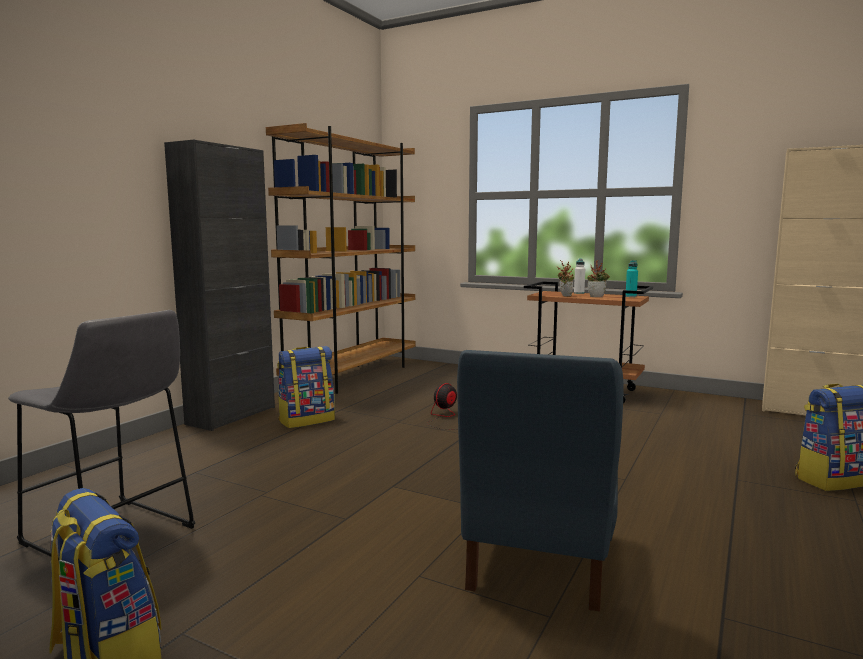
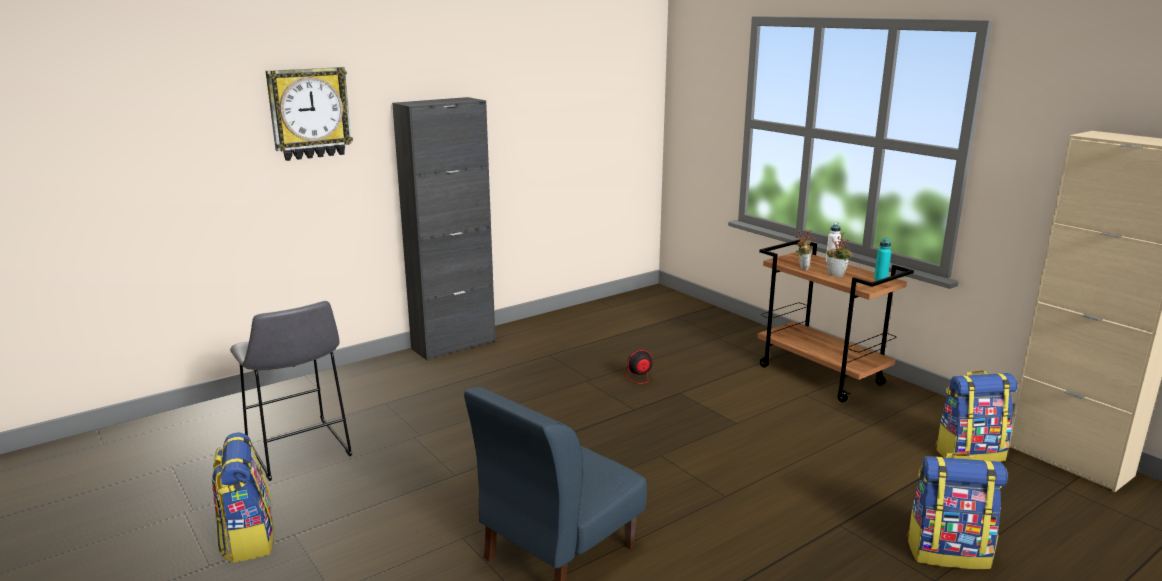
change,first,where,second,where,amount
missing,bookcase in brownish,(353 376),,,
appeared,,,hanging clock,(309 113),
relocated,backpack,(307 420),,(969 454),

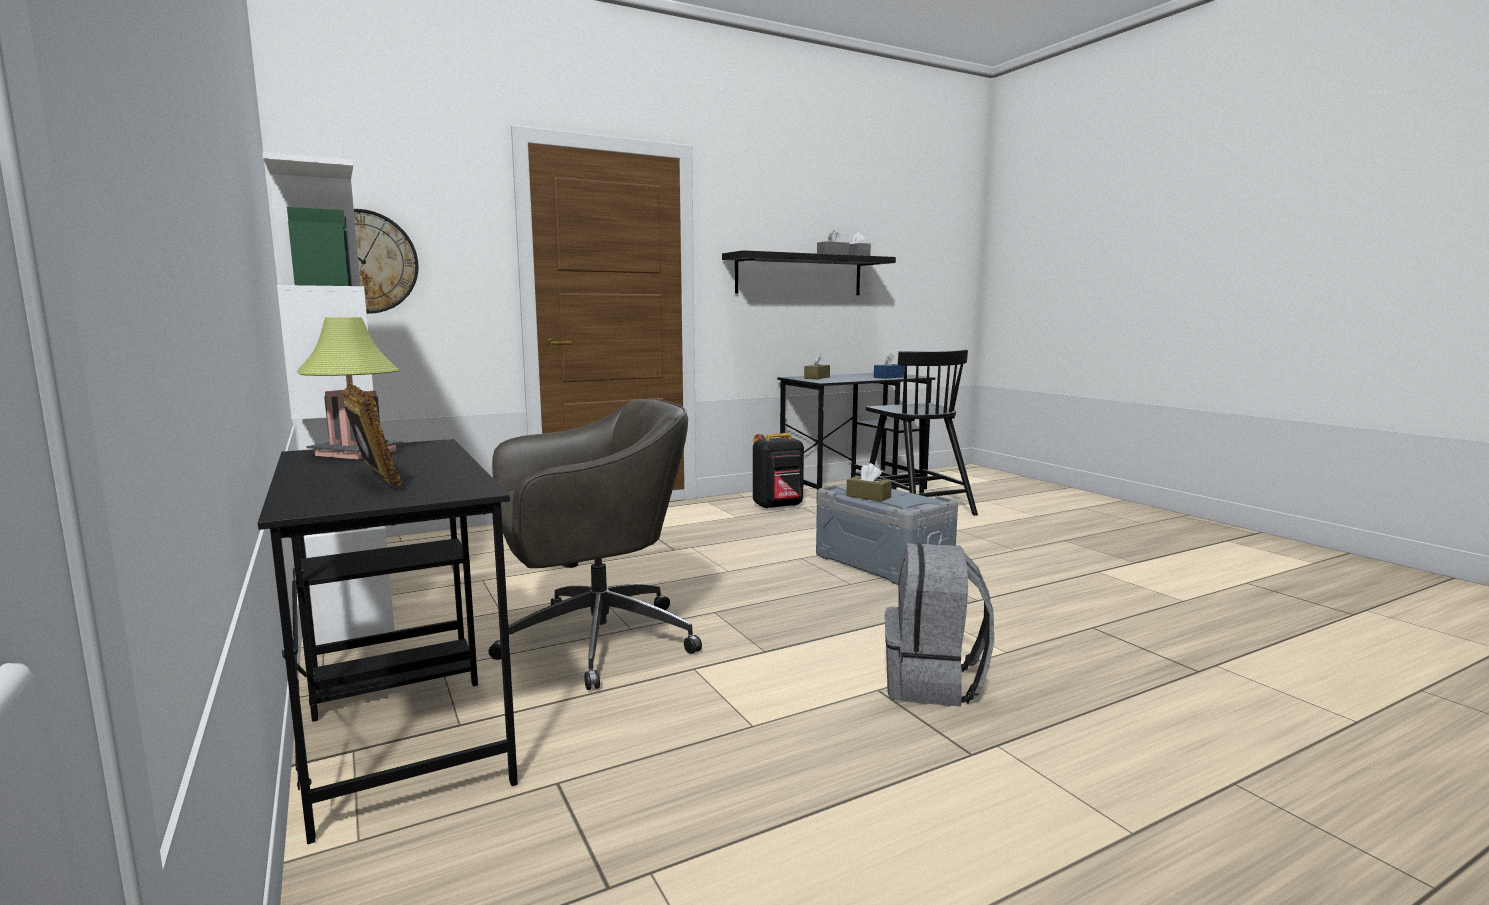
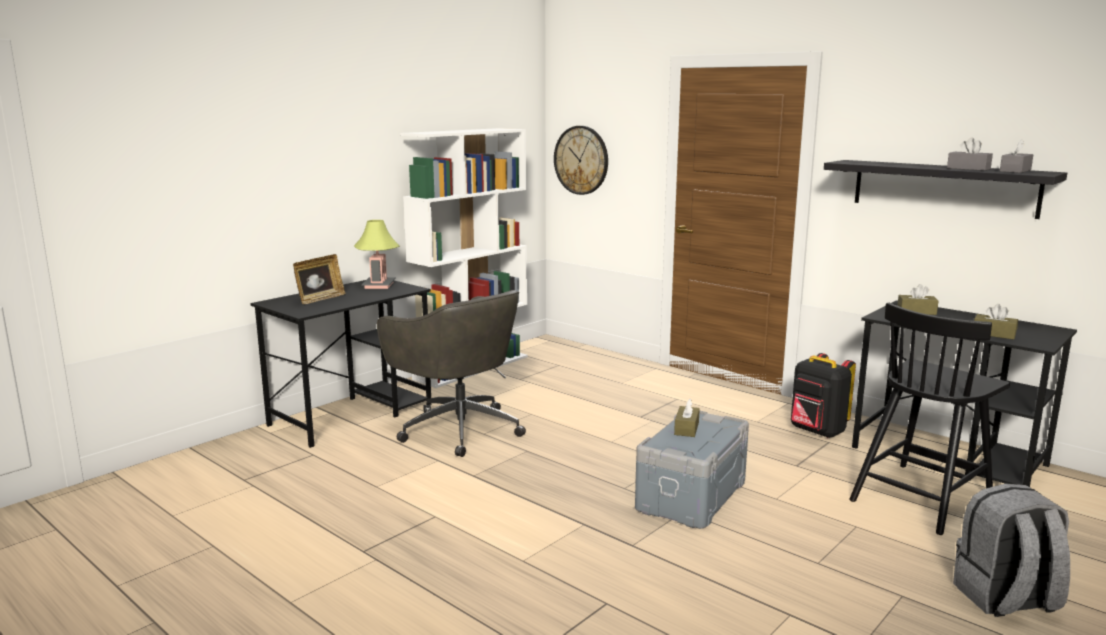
change,first,where,second,where,amount
relocated,backpack in greyish,(933 683),,(1005 599),
colour,tissue box in blue,(888 377),tissue box in brownish,(994 334),

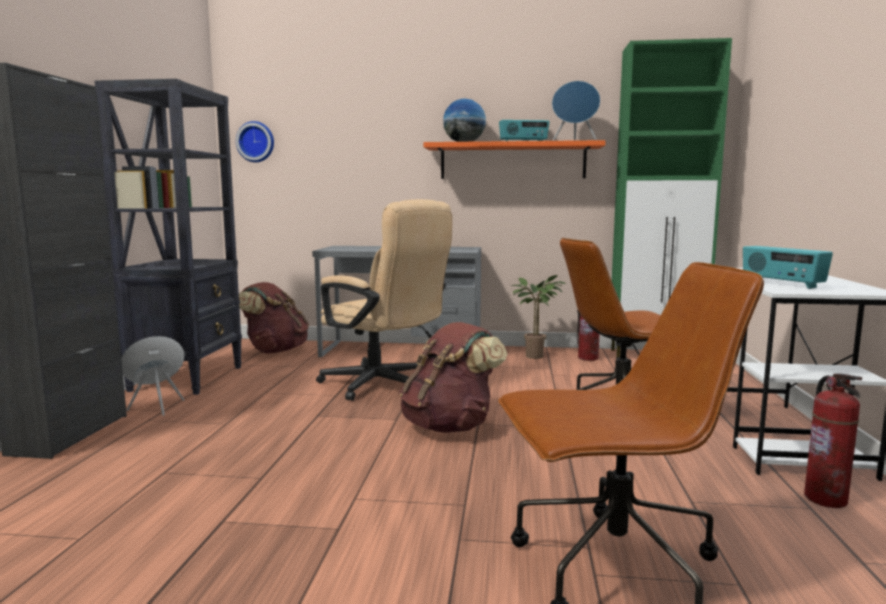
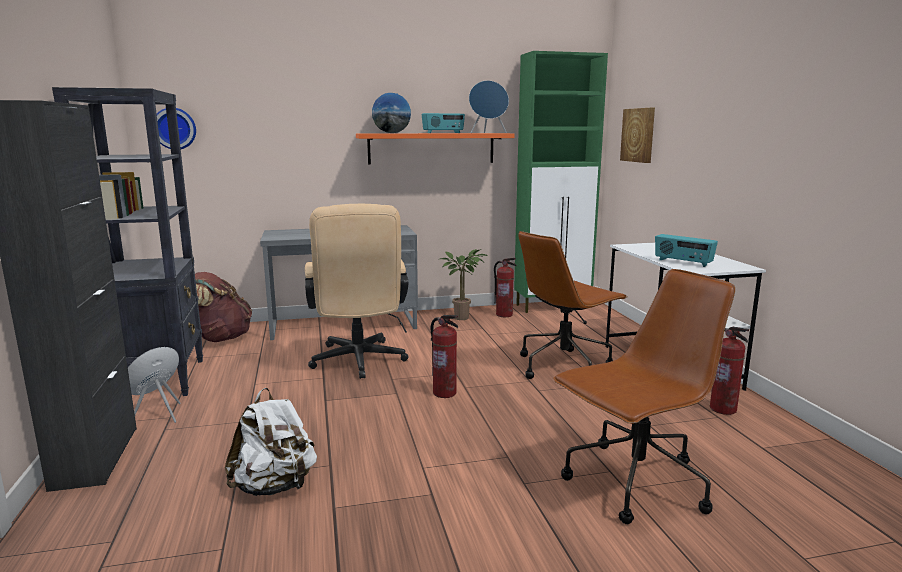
change,first,where,second,where,amount
appeared,,,backpack in whitish,(275 486),
appeared,,,wall art,(638 135),
exchanged,backpack in brownish,(450 426),fire extinguisher,(445 393),
spun,desk chair in sand-coloured,(384 386),,(358 362),60 degrees clockwise

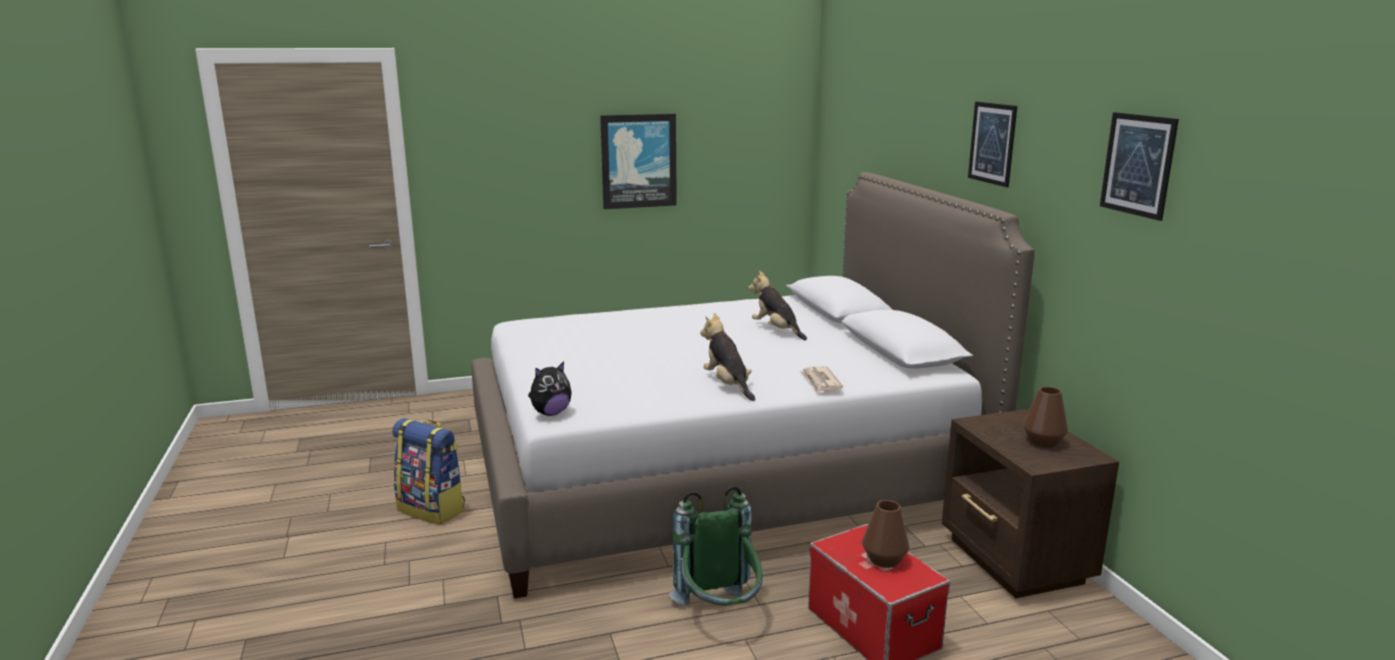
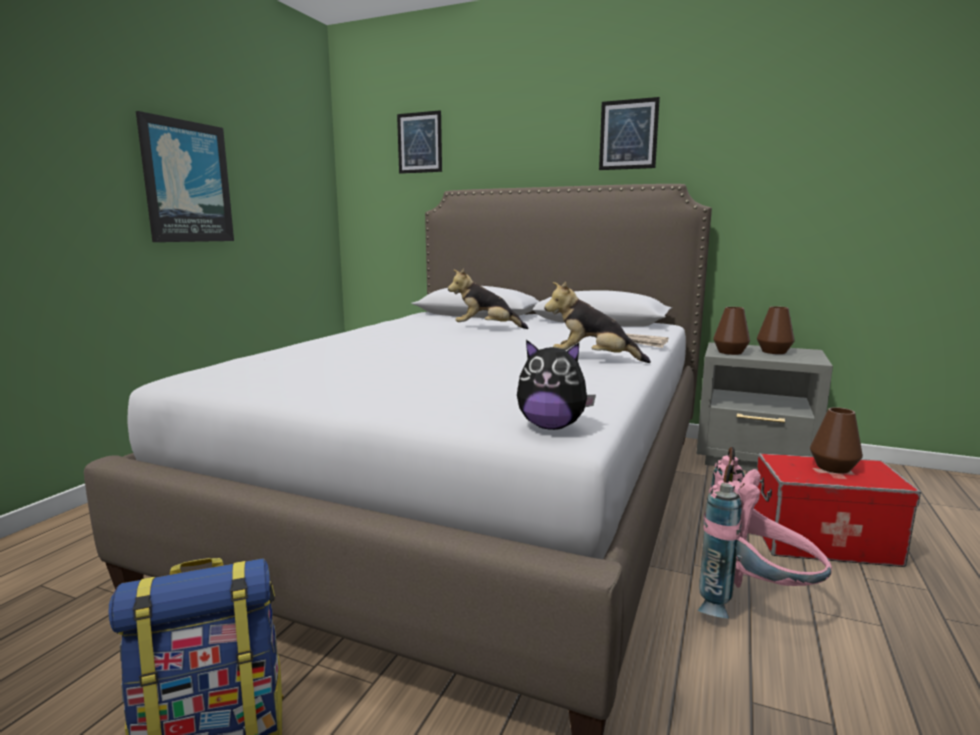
change,first,where,second,where,amount
appeared,,,flower vase in brownish,(730 352),
relocated,wall art,(1138 165),,(419 142),
colour,backpack in green,(720 614),backpack in pink-coloured,(753 605),
colour,nightstand in brownish,(1015 562),nightstand in greyish,(755 460),
spun,soft toy,(550 413),,(551 426),105 degrees clockwise

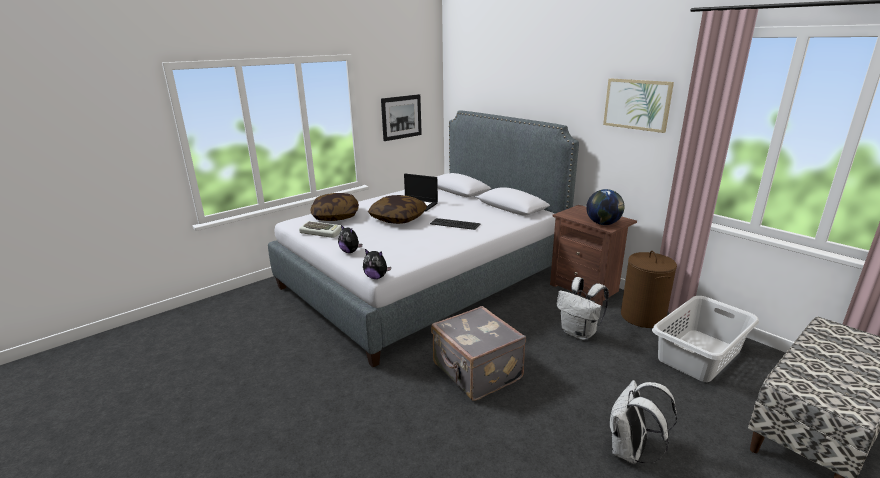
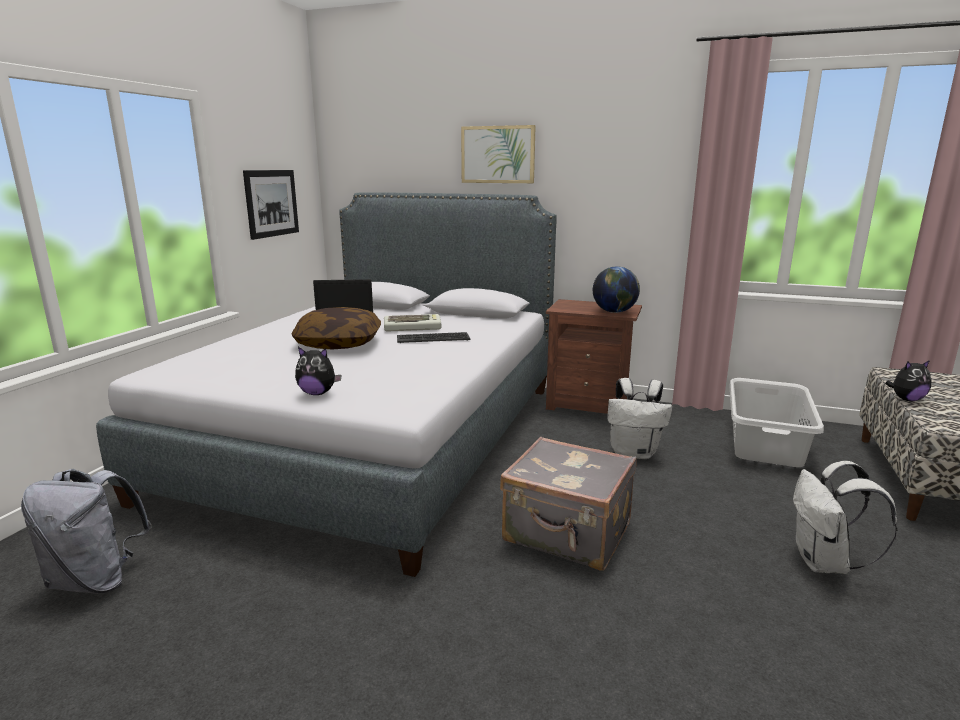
change,first,where,second,where,amount
missing,pillow,(336 216),,,
missing,laundry basket in brownish,(643 317),,,
appeared,,,backpack in greyish,(97 579),
relocated,keyboard,(322 232),,(413 327),
relocated,soft toy,(376 277),,(906 399),
relocated,wall art,(637 104),,(498 154),

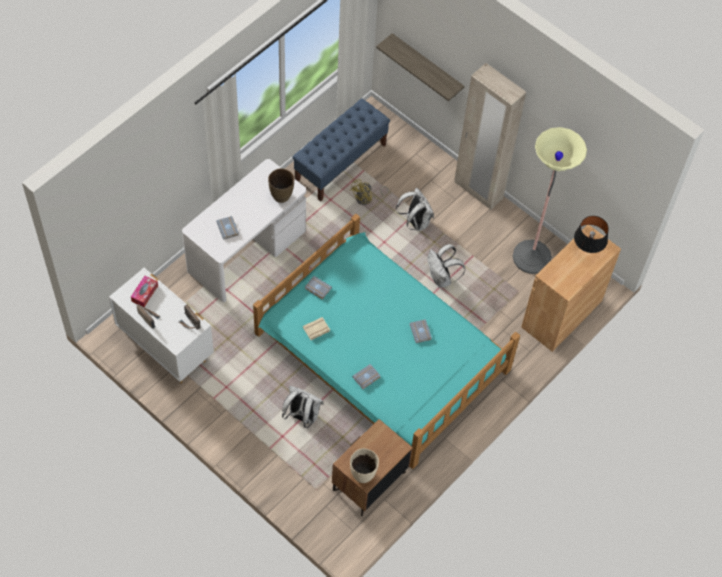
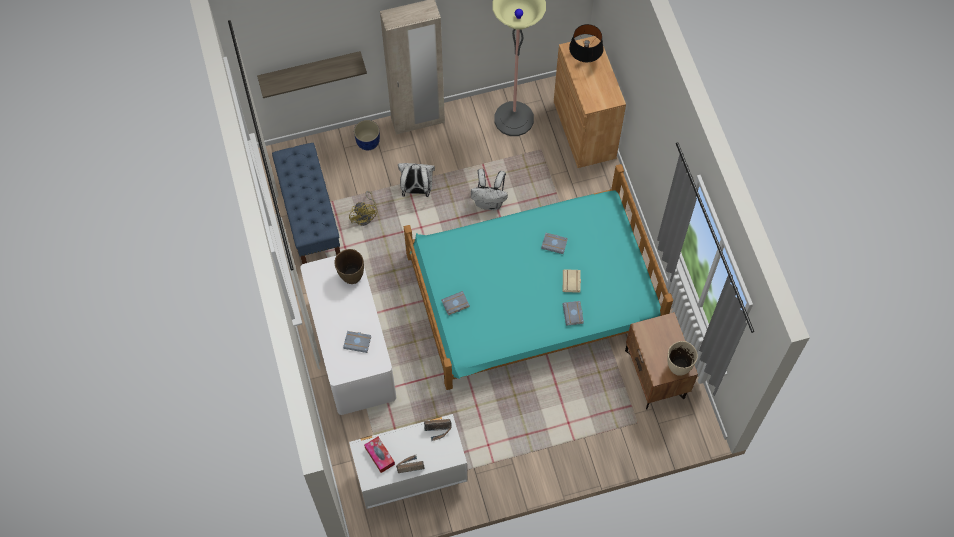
change,first,where,second,where,amount
missing,backpack in whitish,(302 416),,,
appeared,,,planter in blue,(368 141),
relocated,book in sand-coloured,(316 330),,(572 282),

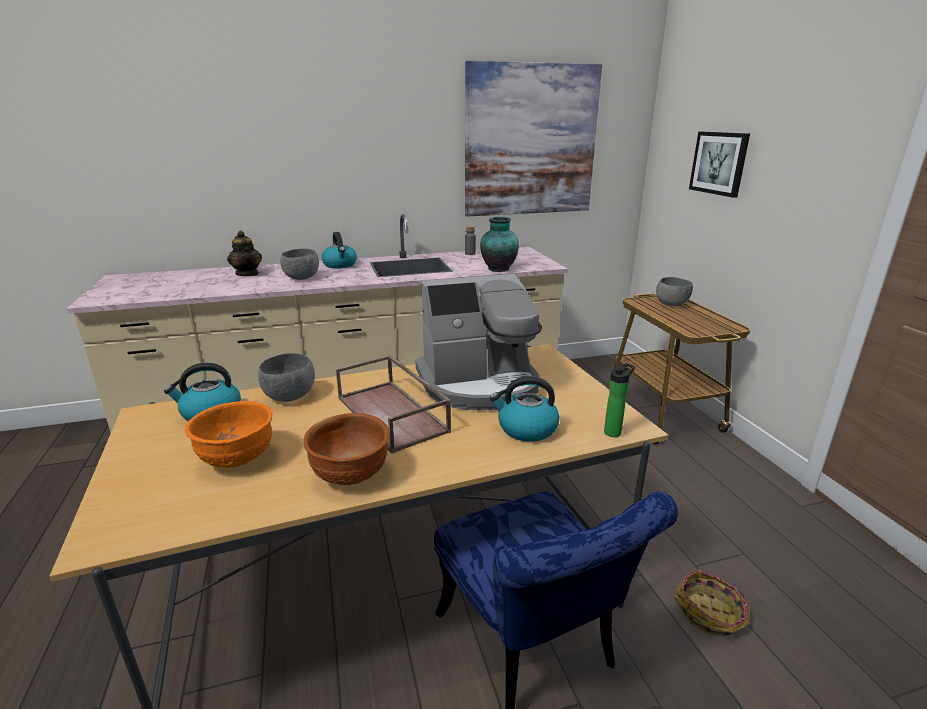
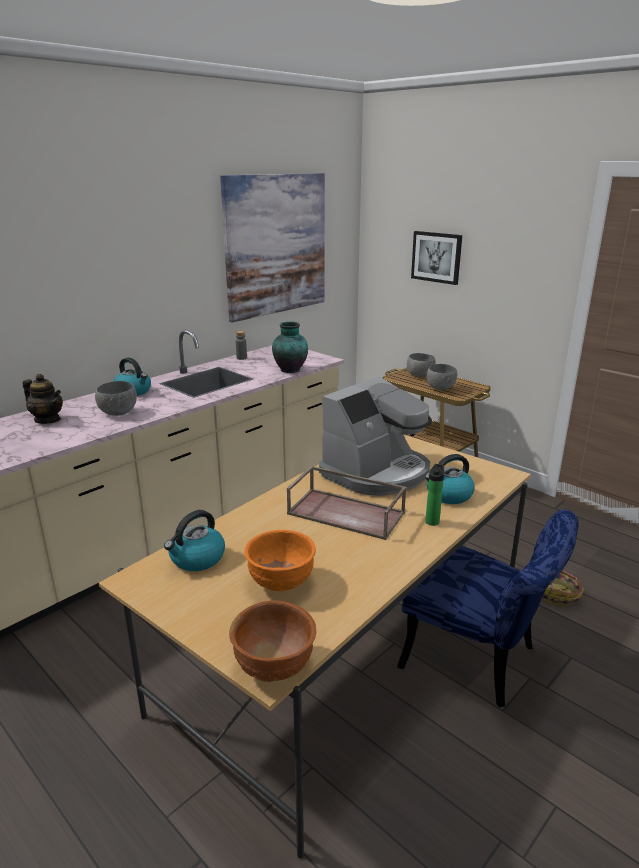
change,first,where,second,where,amount
relocated,serving bowl in greyish,(290 397),,(441 388),
relocated,serving bowl in brownish,(351 476),,(274 668),
relocated,bottle,(614 432),,(432 520),

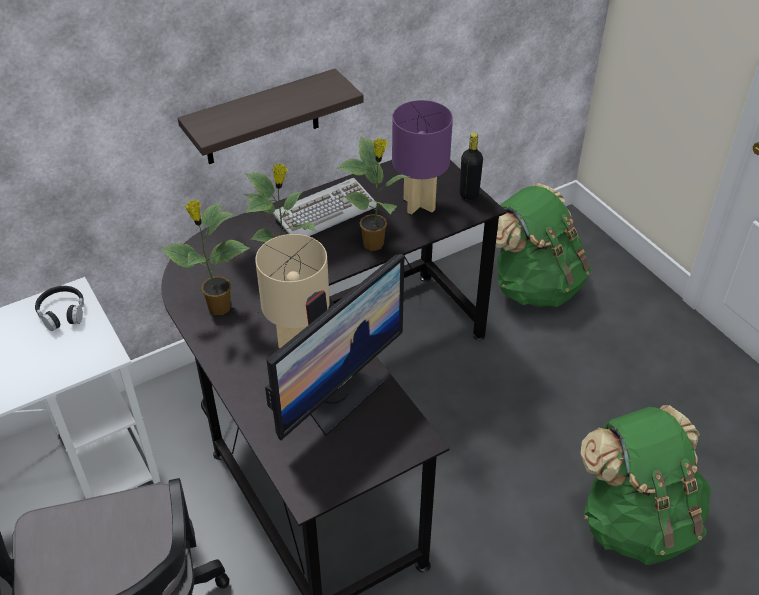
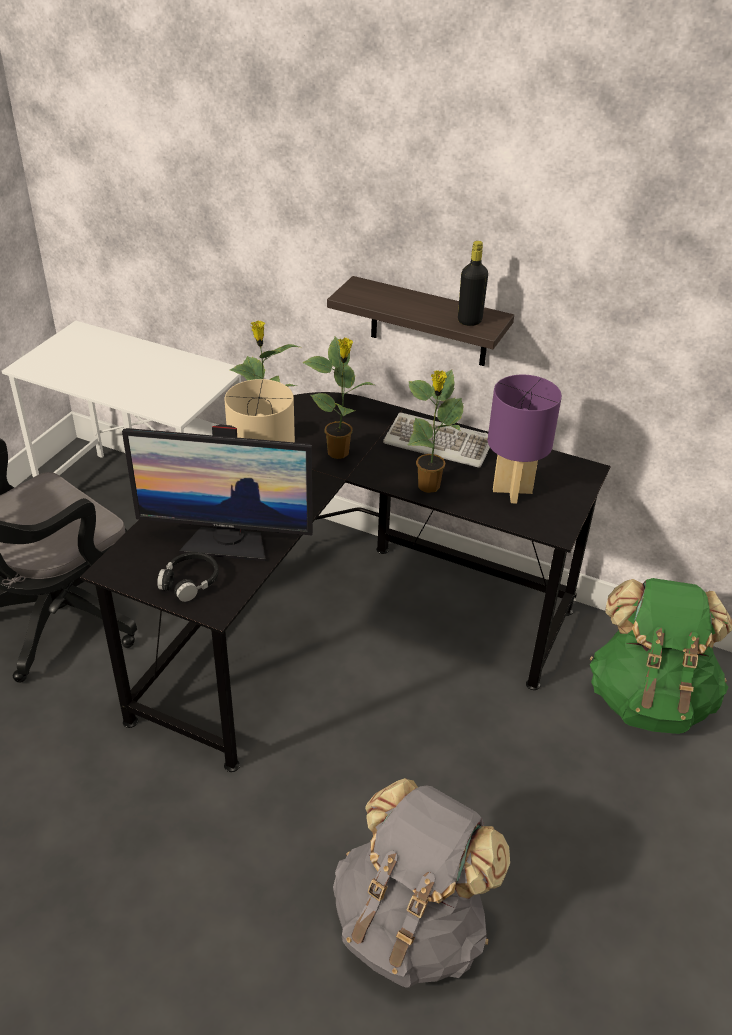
change,first,where,second,where,amount
relocated,headphones in black-coloured,(62 312),,(190 581),
relocated,bottle in black-coloured,(469 194),,(469 321),
colour,backpack in green,(636 521),backpack in greyish,(411 925),

